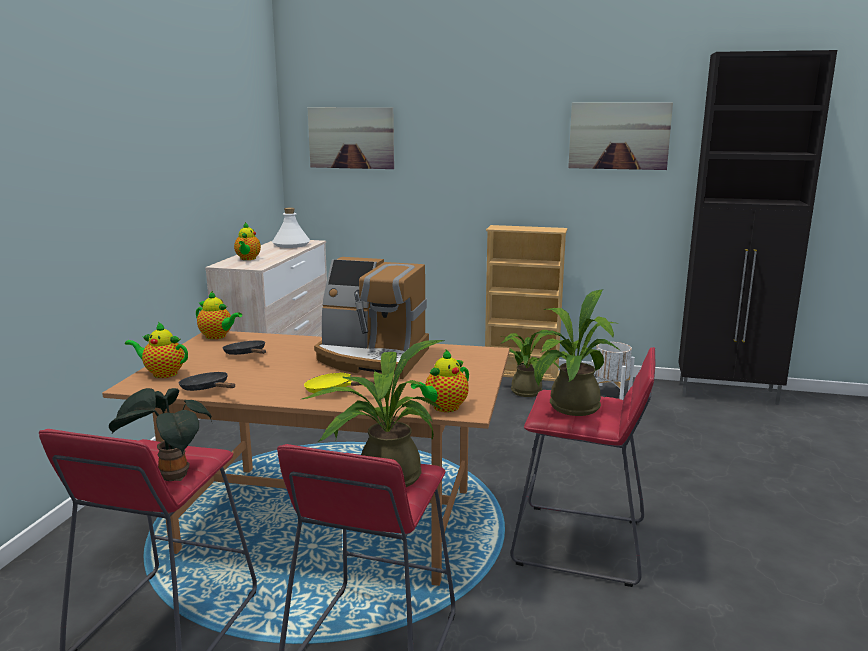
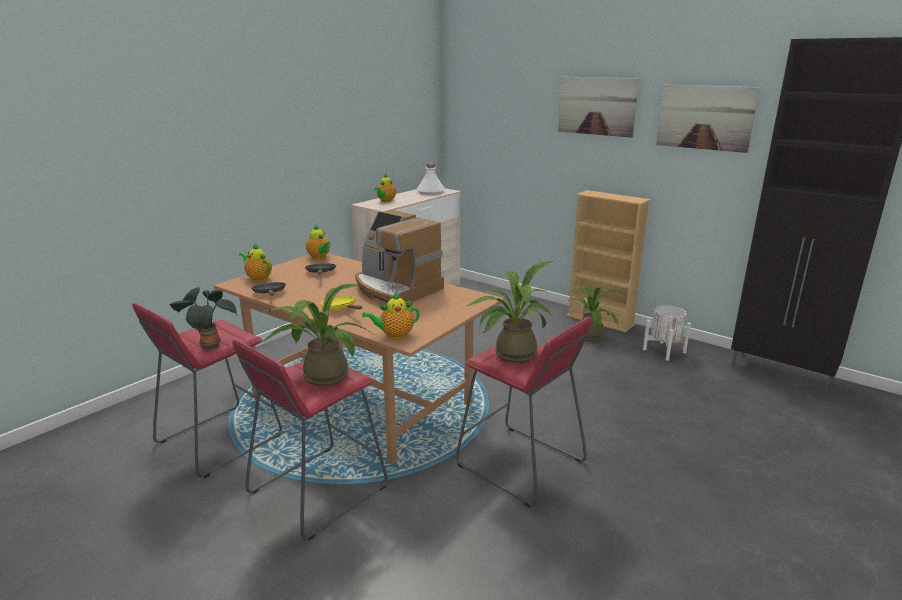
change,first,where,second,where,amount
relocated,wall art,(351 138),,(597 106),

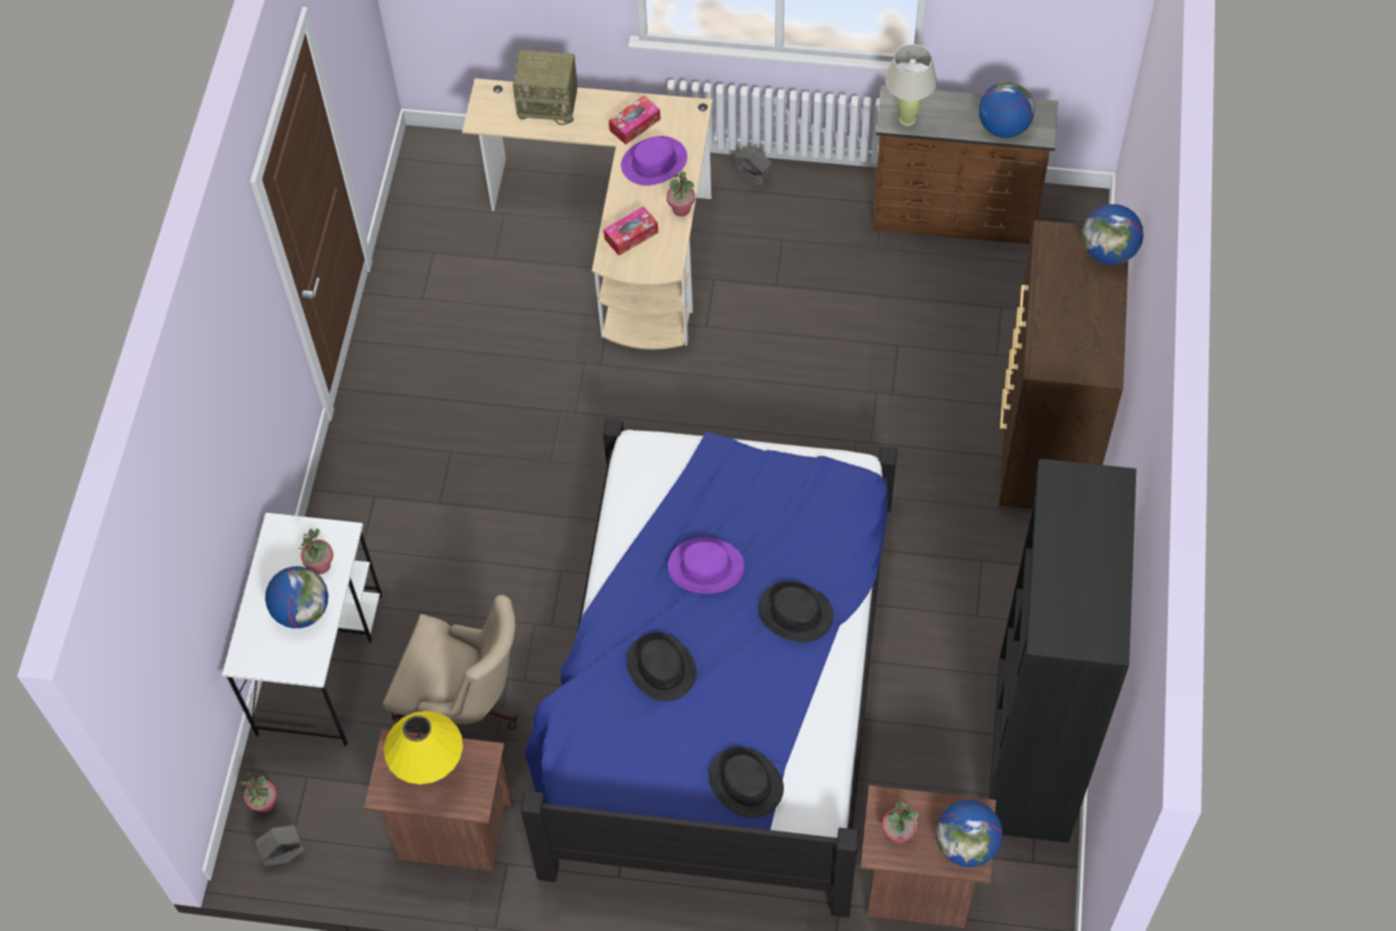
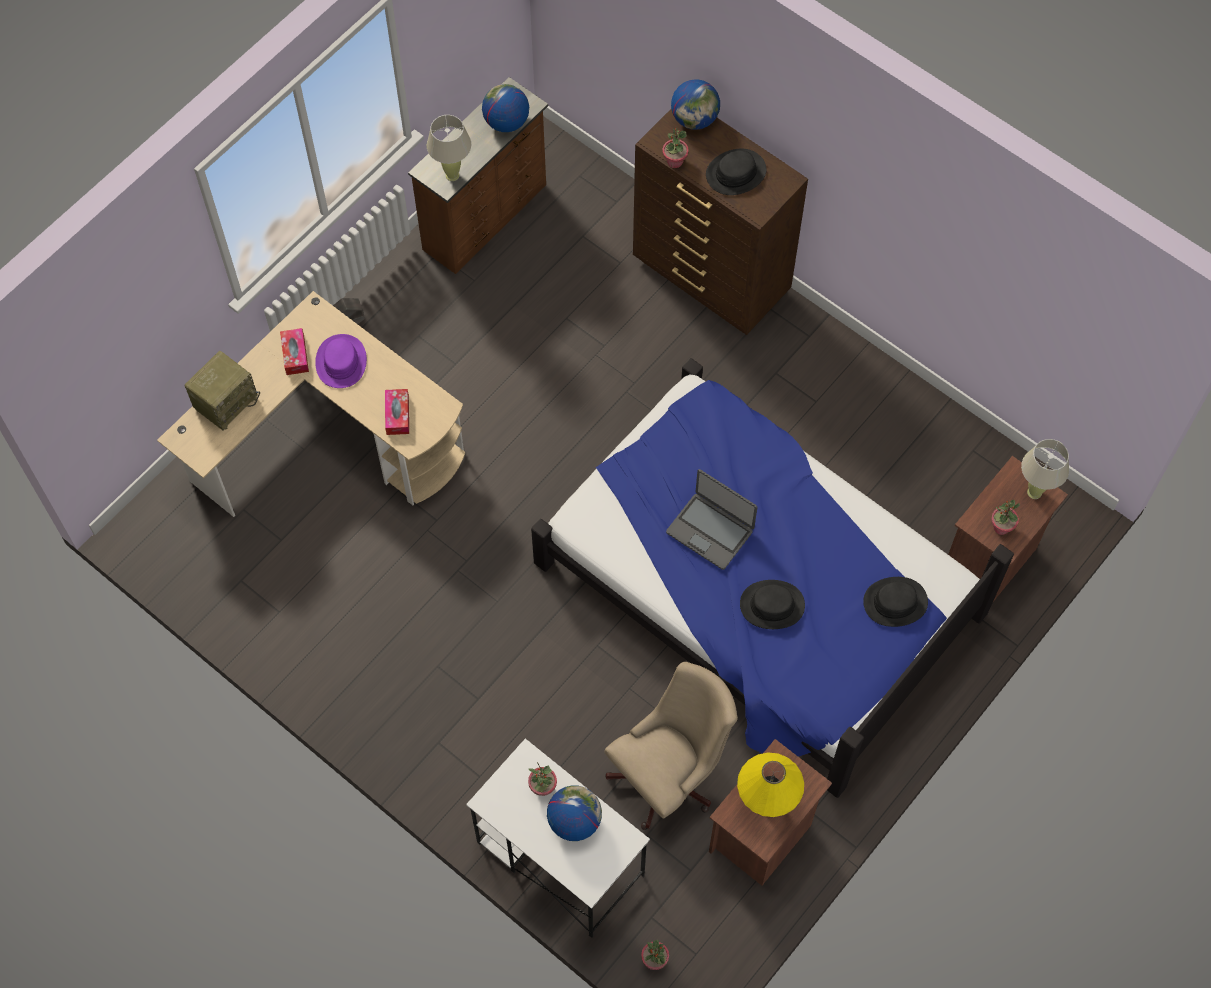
change,first,where,second,where,amount
missing,planter in greyish,(284 854),,,
missing,bookcase in black-coloured,(1031 750),,,
relocated,plant in a pot,(681 209),,(674 161),
relocated,wearable hat in black-coloured,(795 613),,(736 173),
exchanged,wearable hat in purplish,(706 567),notebook computer,(710 531),
exchanged,globe,(966 845),lamp for a table in sand-coloured,(1034 492),

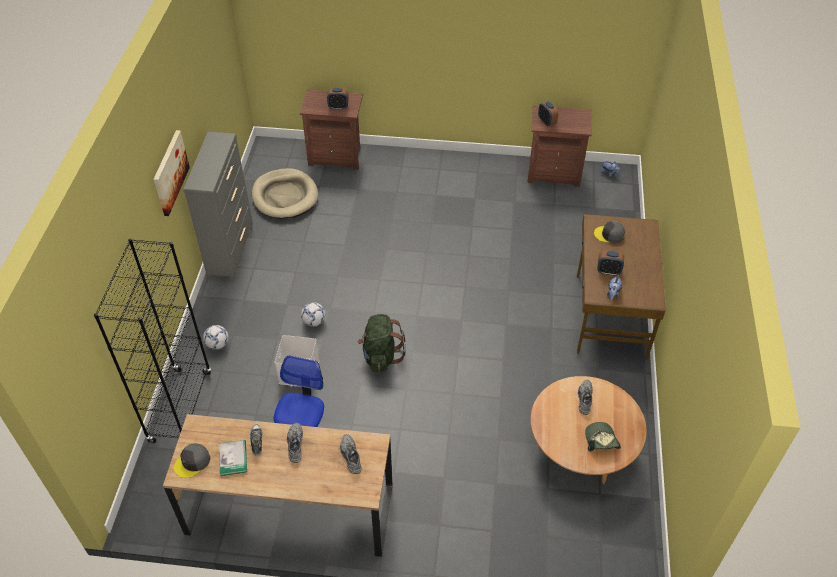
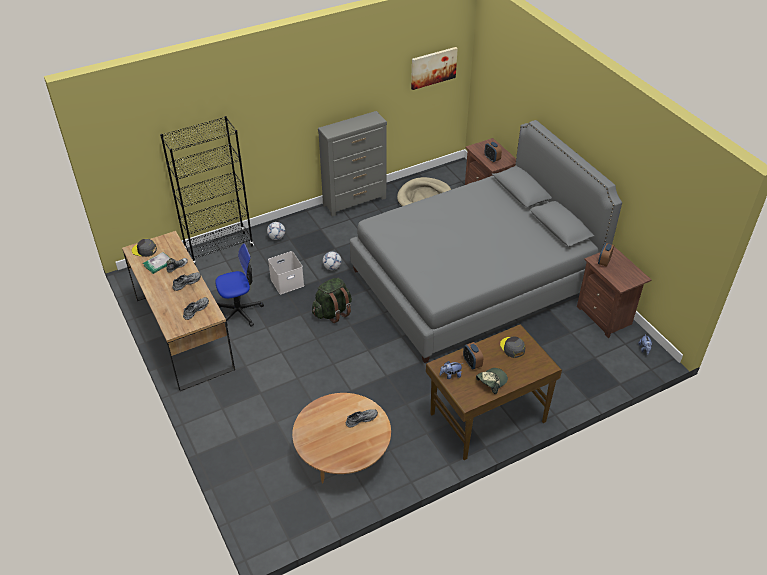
change,first,where,second,where,amount
appeared,,,bed in greyish,(474 280),
relocated,wall art,(170 172),,(433 67),
relocated,cap,(601 440),,(491 381),

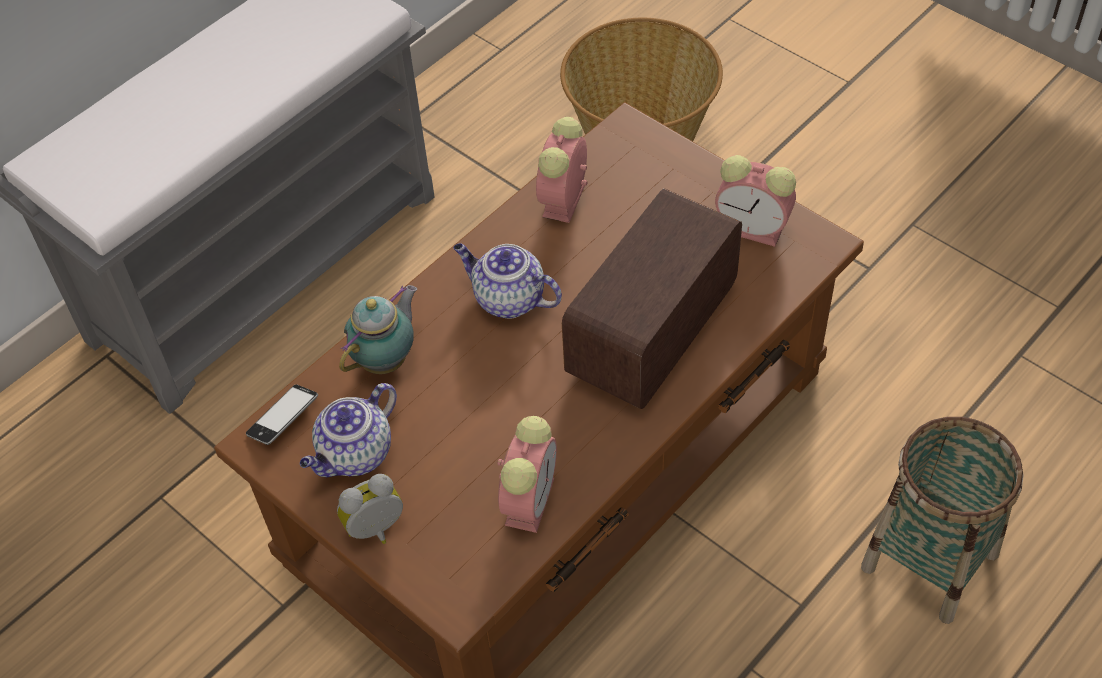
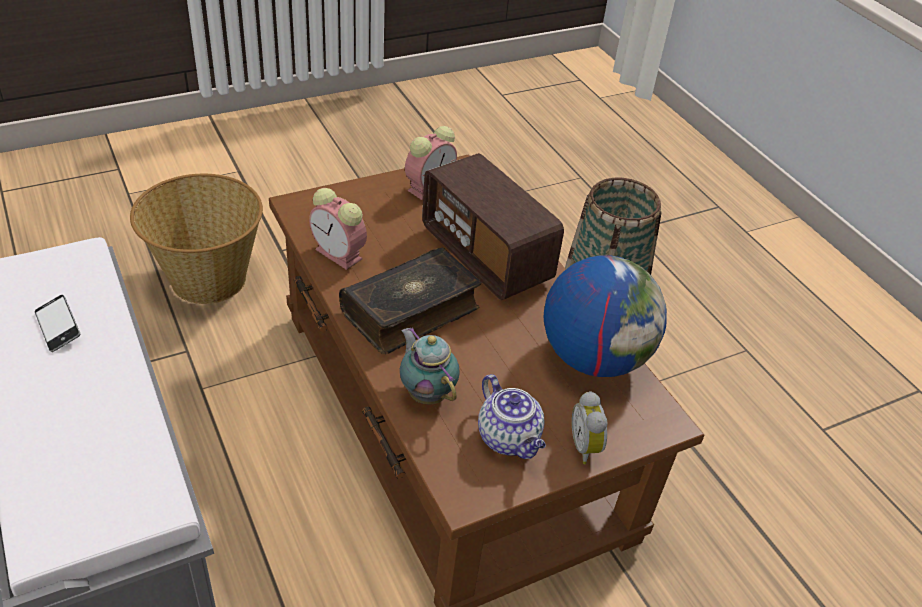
change,first,where,second,where,amount
relocated,phone,(283 418),,(58 327),
exchanged,pot for tea,(507 299),book,(411 311),
exchanged,alarm clock,(529 499),globe,(594 357),

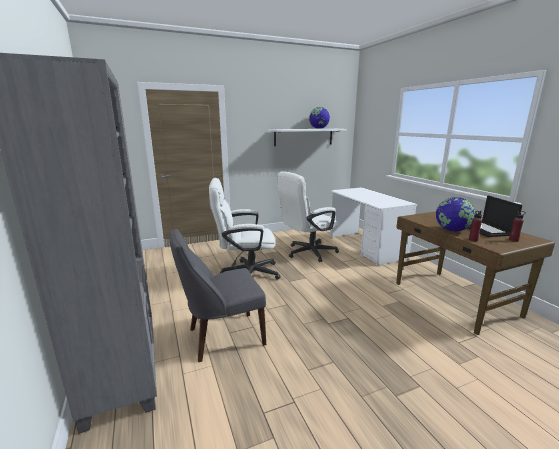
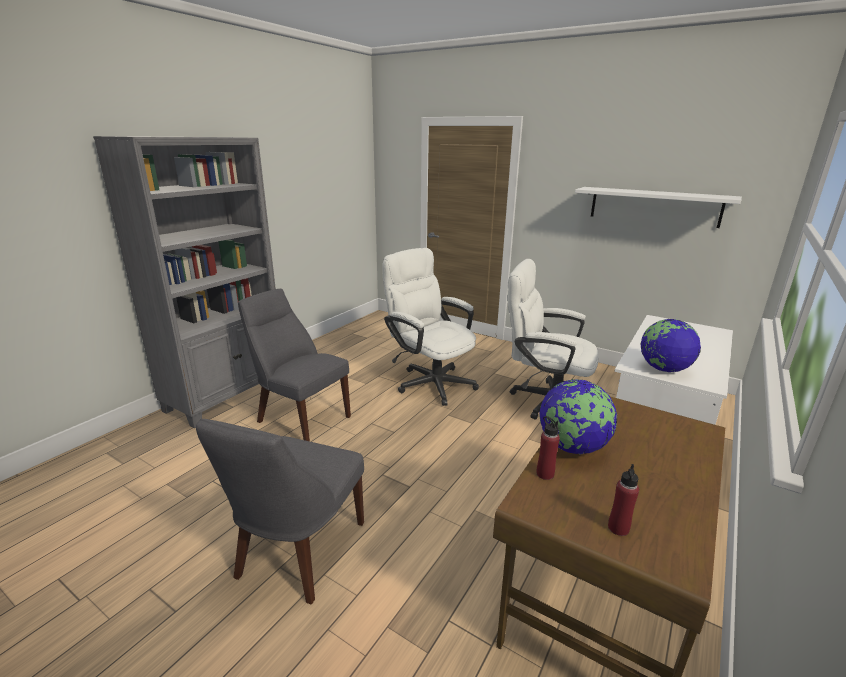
change,first,where,second,where,amount
missing,notebook computer,(485 229),,,
appeared,,,chair in greyish,(298 553),
relocated,globe,(318 128),,(663 369),

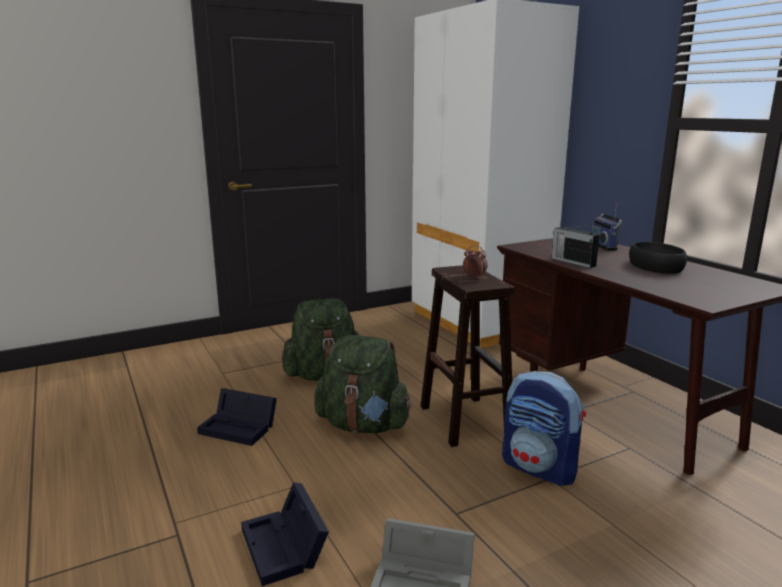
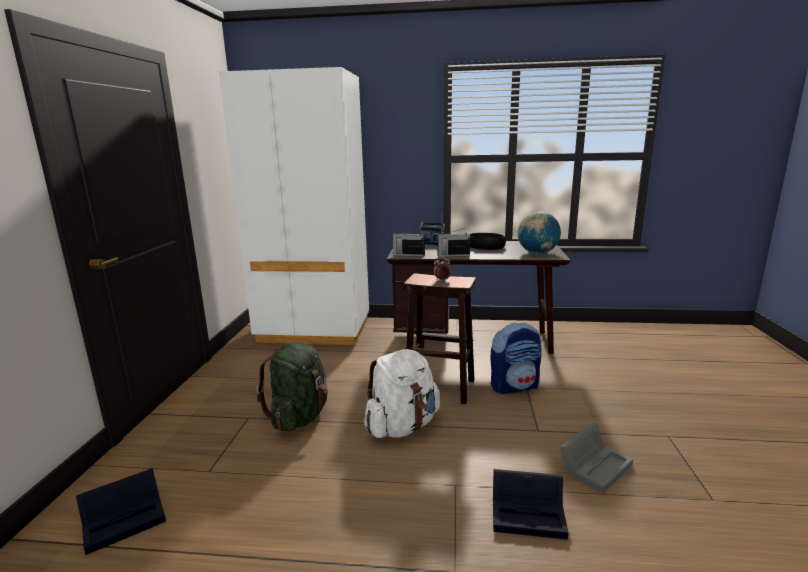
change,first,where,second,where,amount
appeared,,,radio receiver,(408 255),
appeared,,,globe,(537 253),
relocated,storage bin in black-coloured,(240 427),,(126 519),
colour,backpack in green,(363 425),backpack in whitish,(402 426),

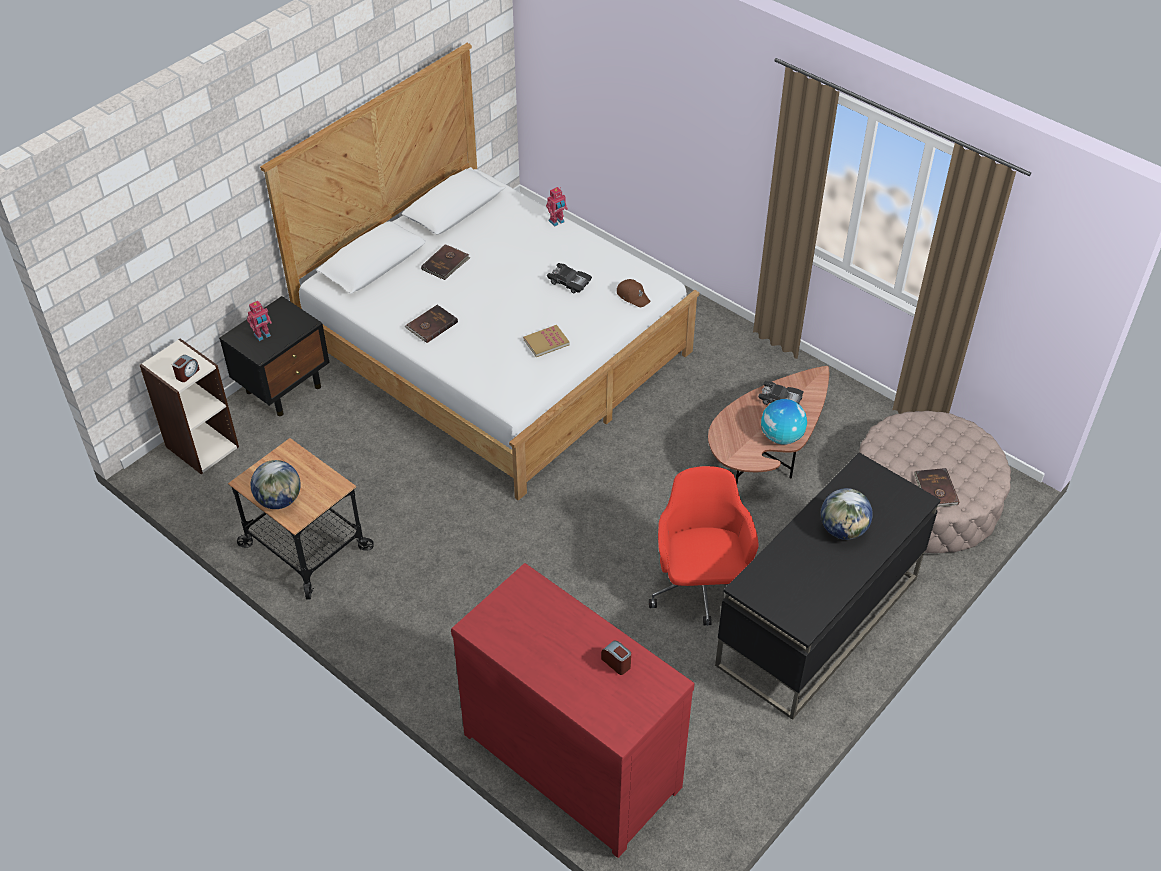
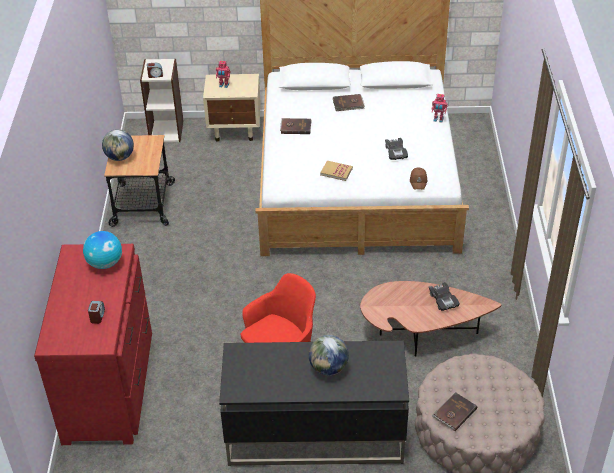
change,first,where,second,where,amount
relocated,globe,(781 437),,(105 263),
colour,nightstand in black-coloured,(284 388),nightstand in sand-coloured,(235 130),

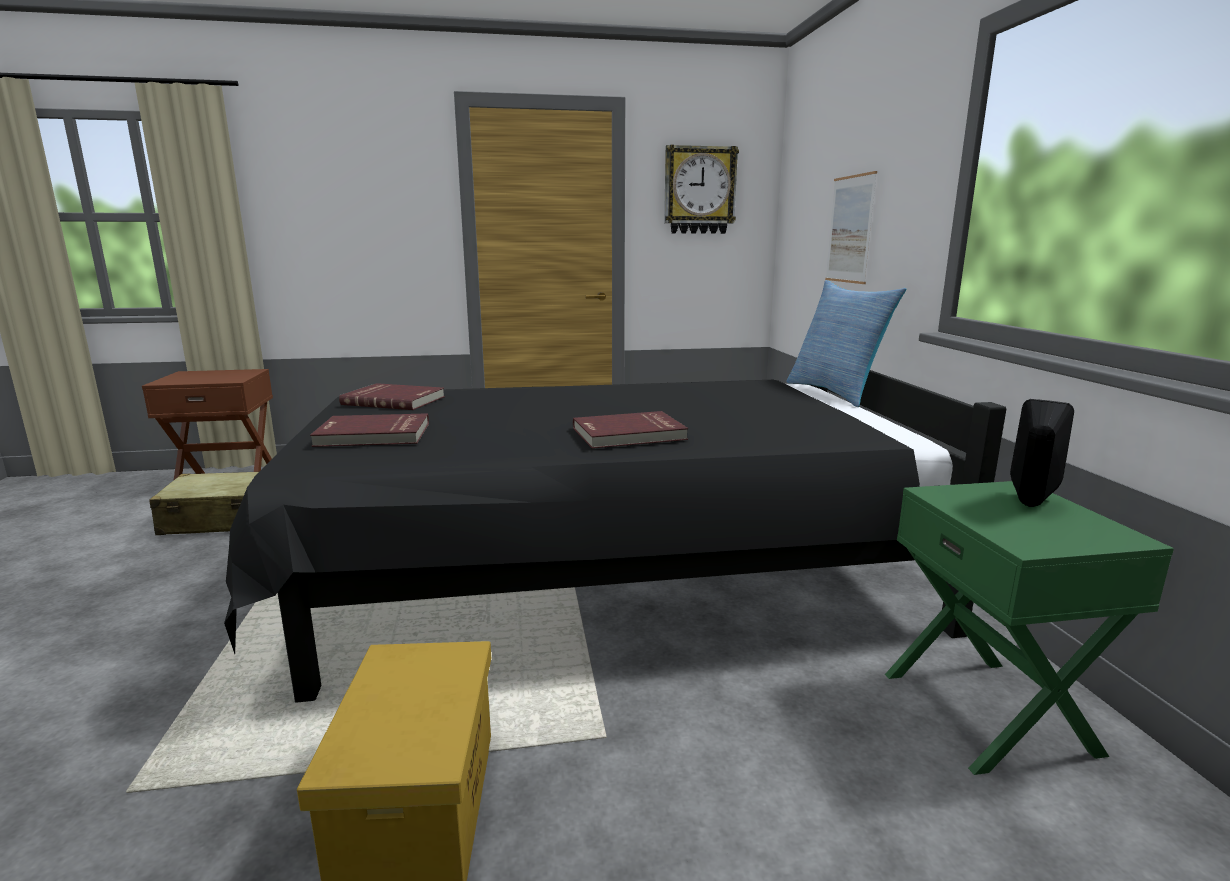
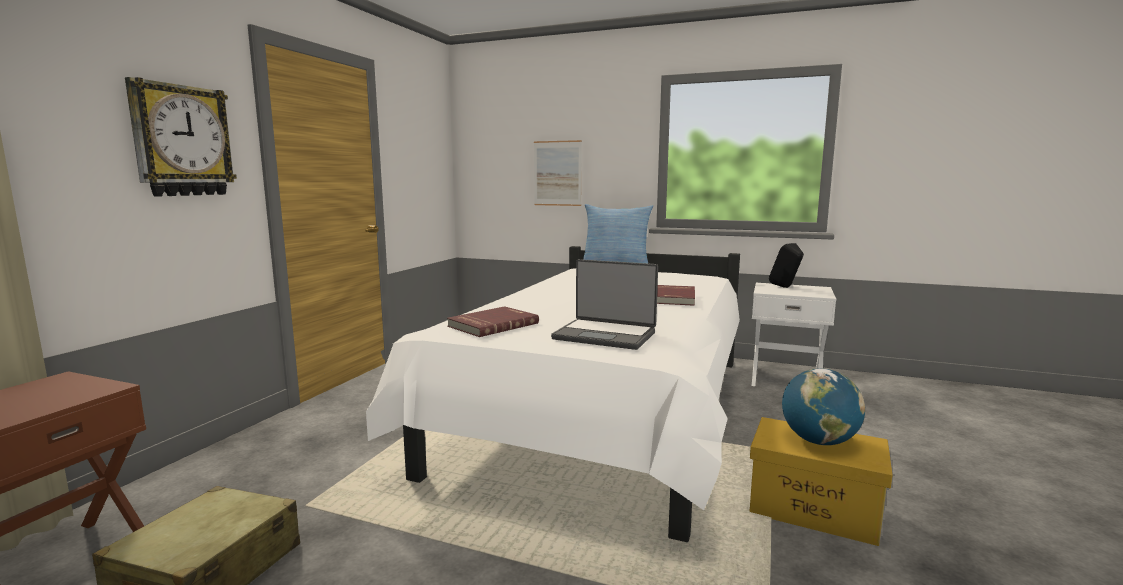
change,first,where,second,where,amount
appeared,,,globe,(818 441),
relocated,hanging clock,(699 190),,(182 141),
exchanged,book in reddish,(373 435),notebook computer,(605 335),
colour,bed in black-coloured,(601 578),bed in whitish,(603 415),
colour,nightstand in green,(989 711),nightstand in whitish,(785 379),

